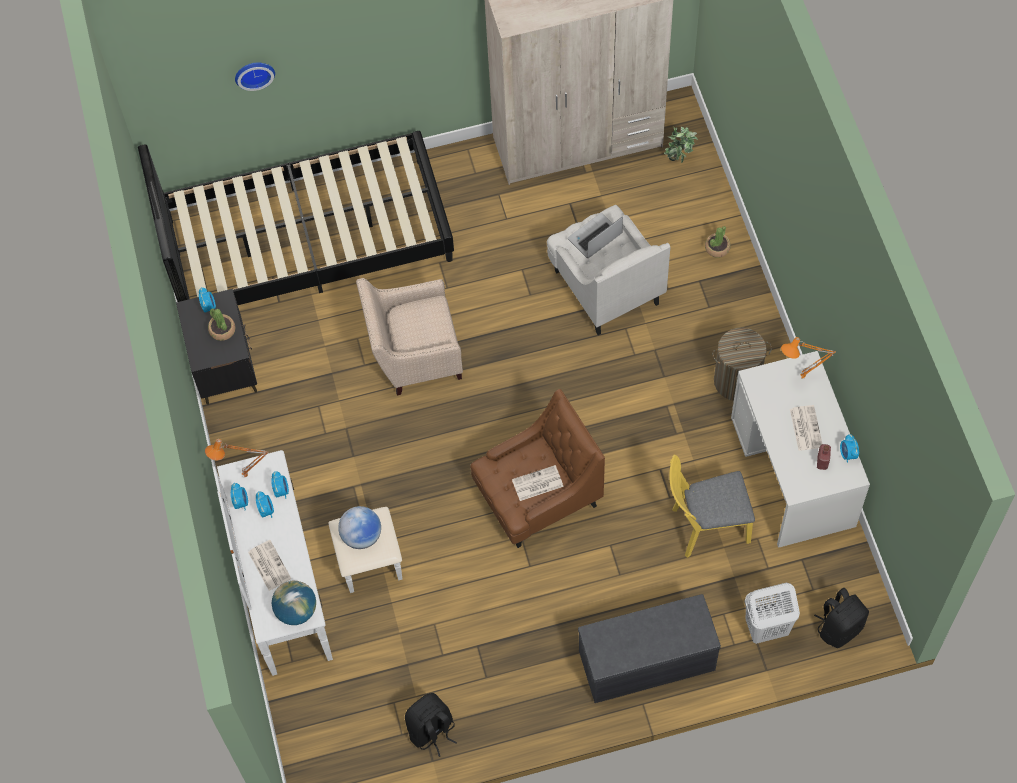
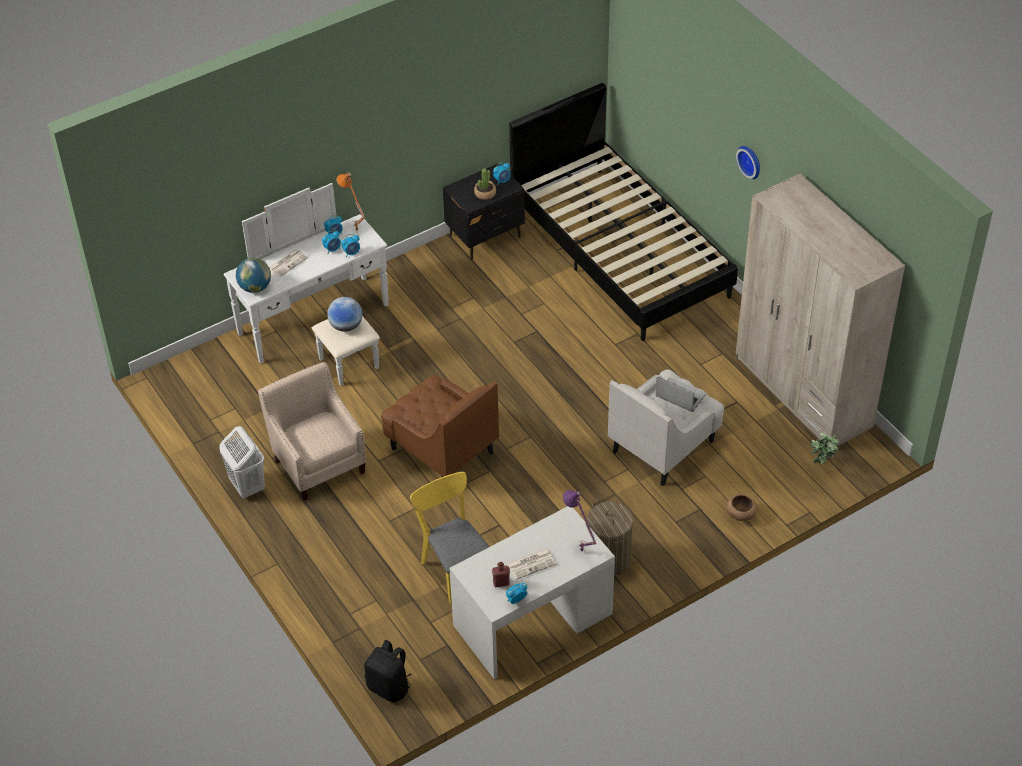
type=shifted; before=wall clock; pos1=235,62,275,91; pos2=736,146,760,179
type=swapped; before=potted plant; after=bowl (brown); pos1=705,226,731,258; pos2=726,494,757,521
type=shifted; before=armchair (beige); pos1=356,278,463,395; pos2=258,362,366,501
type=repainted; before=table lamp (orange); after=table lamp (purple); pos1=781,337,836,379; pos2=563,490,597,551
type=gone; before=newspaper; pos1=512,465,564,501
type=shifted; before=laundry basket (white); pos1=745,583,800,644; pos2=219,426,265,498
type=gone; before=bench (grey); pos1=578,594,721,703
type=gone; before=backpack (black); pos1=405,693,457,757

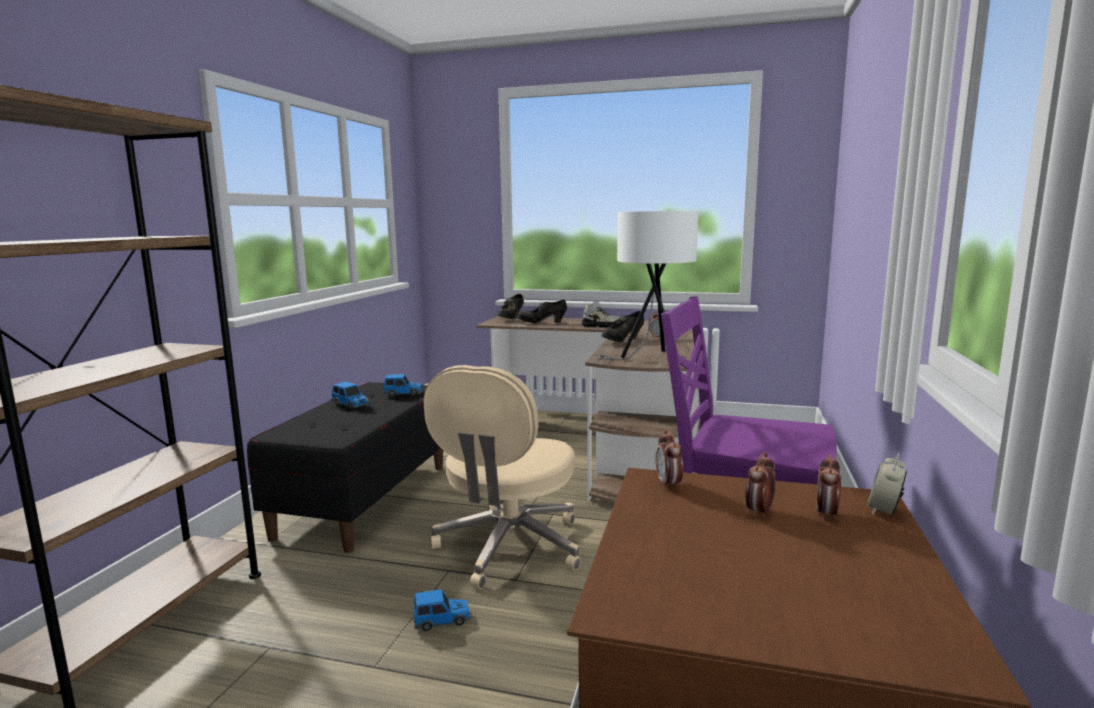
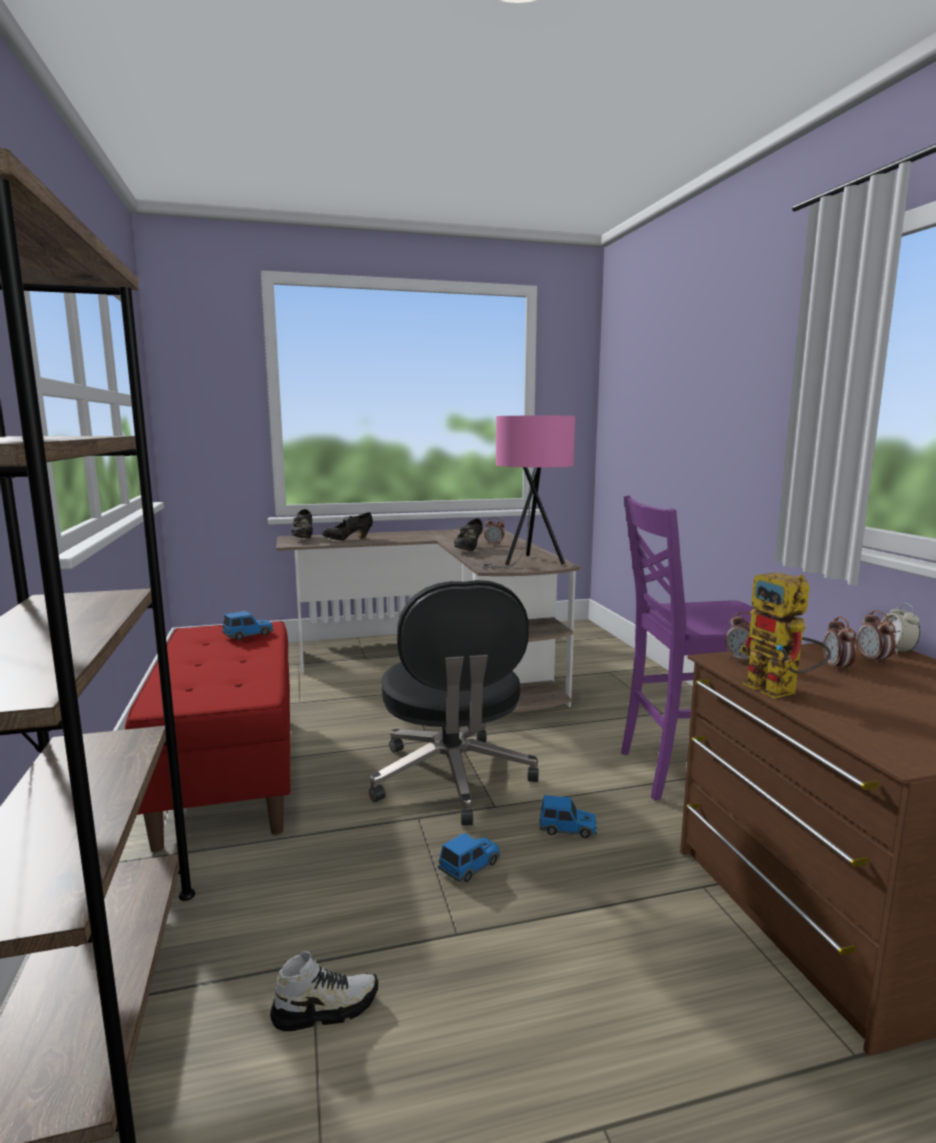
type=repainted; before=table lamp (white); after=table lamp (pink); pos1=598,211,698,360; pos2=481,416,575,568
type=shifted; before=shoe; pos1=581,300,620,328; pos2=270,951,378,1031
type=repainted; before=office chair (beige); after=office chair (black); pos1=423,365,581,589; pos2=369,580,539,825
type=repainted; before=bench (black); after=bench (red); pos1=247,382,443,552; pos2=125,621,290,852
type=shifted; before=toy car; pos1=331,382,370,409; pos2=539,795,597,838
type=new; after=toy robot; pos2=739,573,831,699

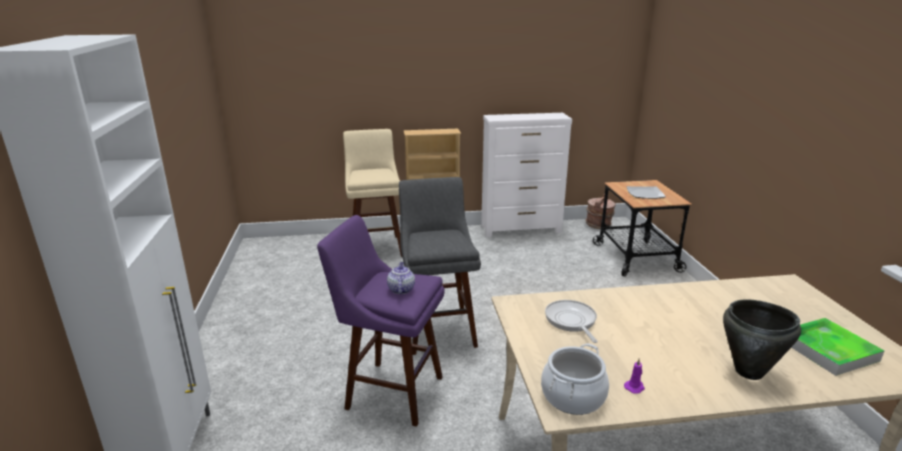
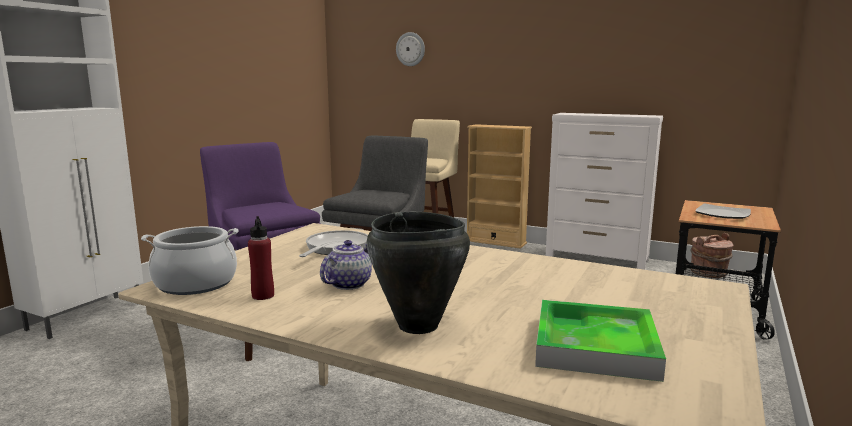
type=shifted; before=teapot; pos1=387,262,415,294; pos2=320,240,372,290
type=swapped; before=candle (purple); after=bottle (red); pos1=624,359,645,394; pos2=248,216,274,300
type=new; after=wall clock; pos2=396,32,425,66

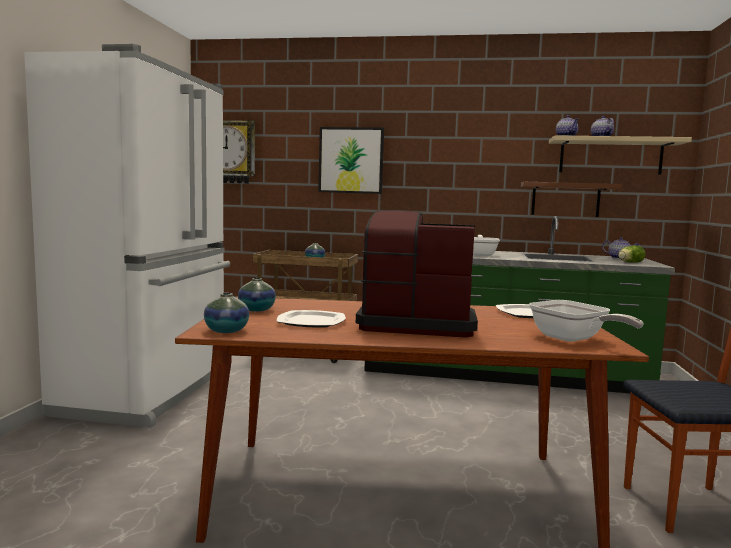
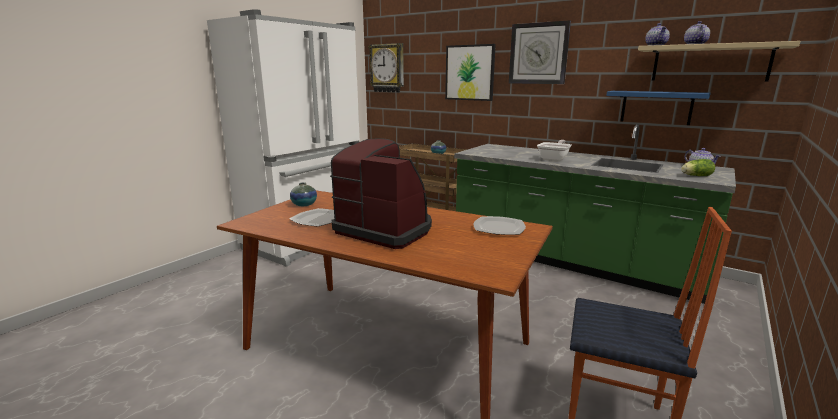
type=repainted; before=shelf (brown); after=shelf (blue); pos1=521,182,622,217; pos2=606,91,711,125
type=gone; before=vase; pos1=204,293,249,333
type=gone; before=frying pan; pos1=529,300,643,342
type=new; after=wall clock; pos2=509,20,571,84

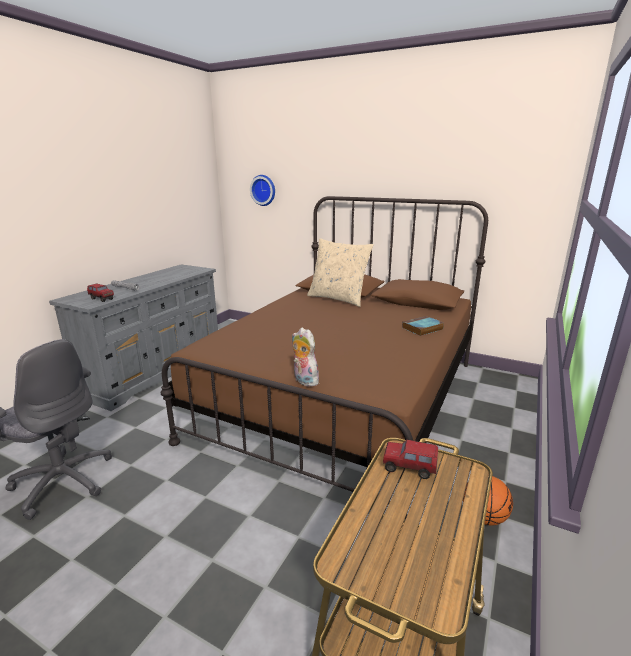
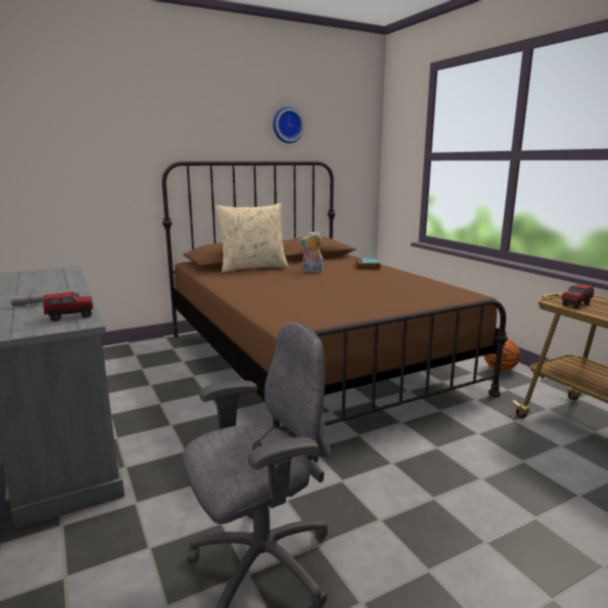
type=shifted; before=wall clock; pos1=250,175,275,206; pos2=273,107,304,143
type=shifted; before=plush toy; pos1=292,327,319,387; pos2=299,231,323,272

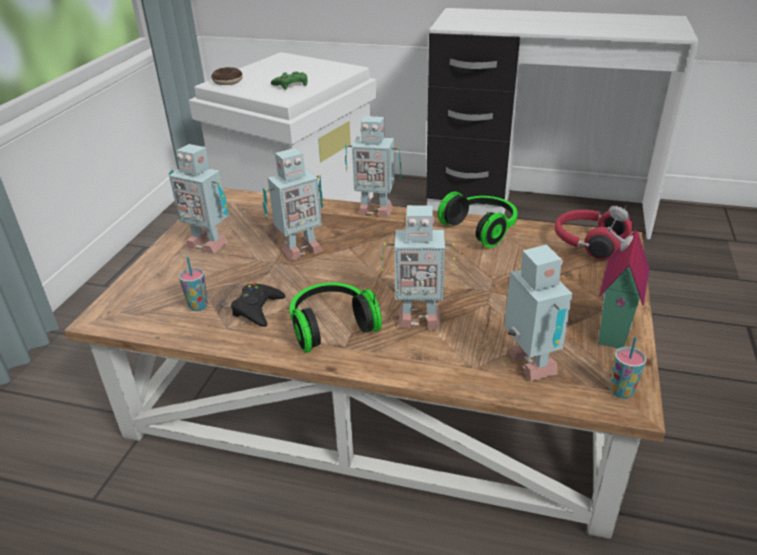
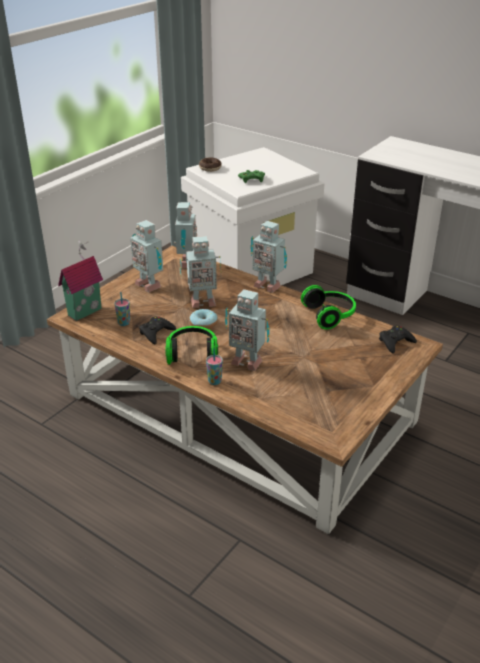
type=shifted; before=toy house; pos1=598,205,650,349; pos2=58,241,103,321
type=swapped; before=headphones (red); after=game controller (black); pos1=554,210,633,260; pos2=379,326,417,354
type=shifted; before=toy robot; pos1=504,244,573,381; pos2=174,202,197,269
type=shifted; before=cup; pos1=610,337,646,399; pos2=206,348,223,385
type=new; after=donut; pos2=189,309,218,329

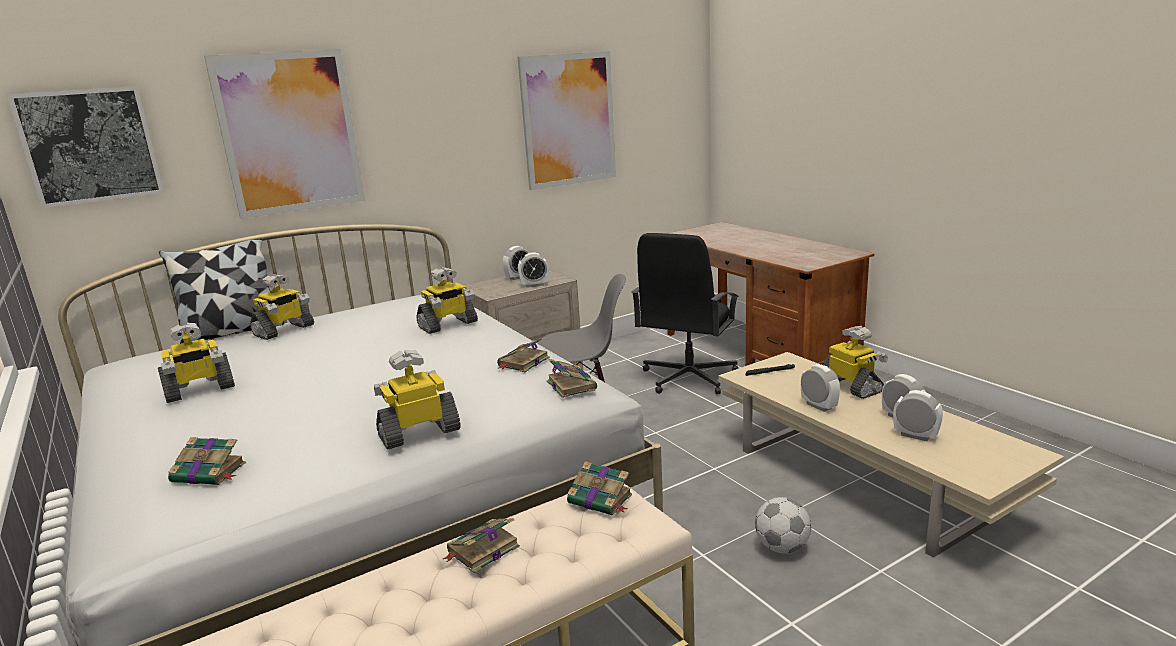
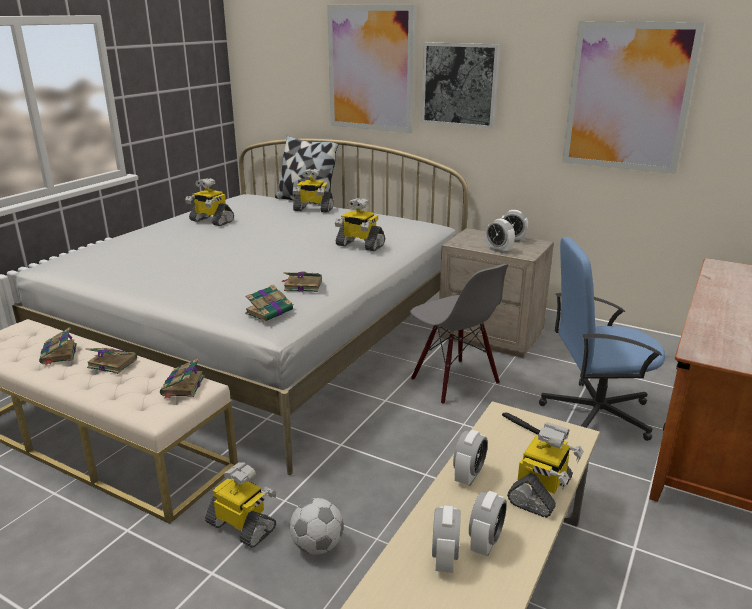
type=shifted; before=picture; pos1=7,86,164,208; pos2=422,42,500,129
type=repainted; before=office chair (black); after=office chair (blue); pos1=631,233,739,394; pos2=539,237,665,441
type=shifted; before=toy robot; pos1=374,350,461,450; pos2=205,462,276,547
type=shifted; before=book; pos1=168,437,246,485; pos2=39,327,77,365

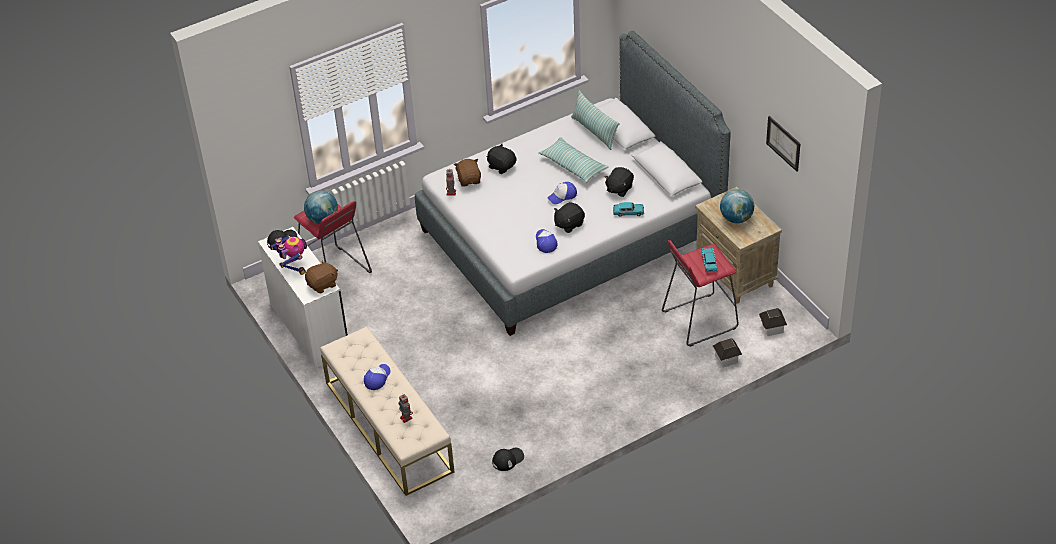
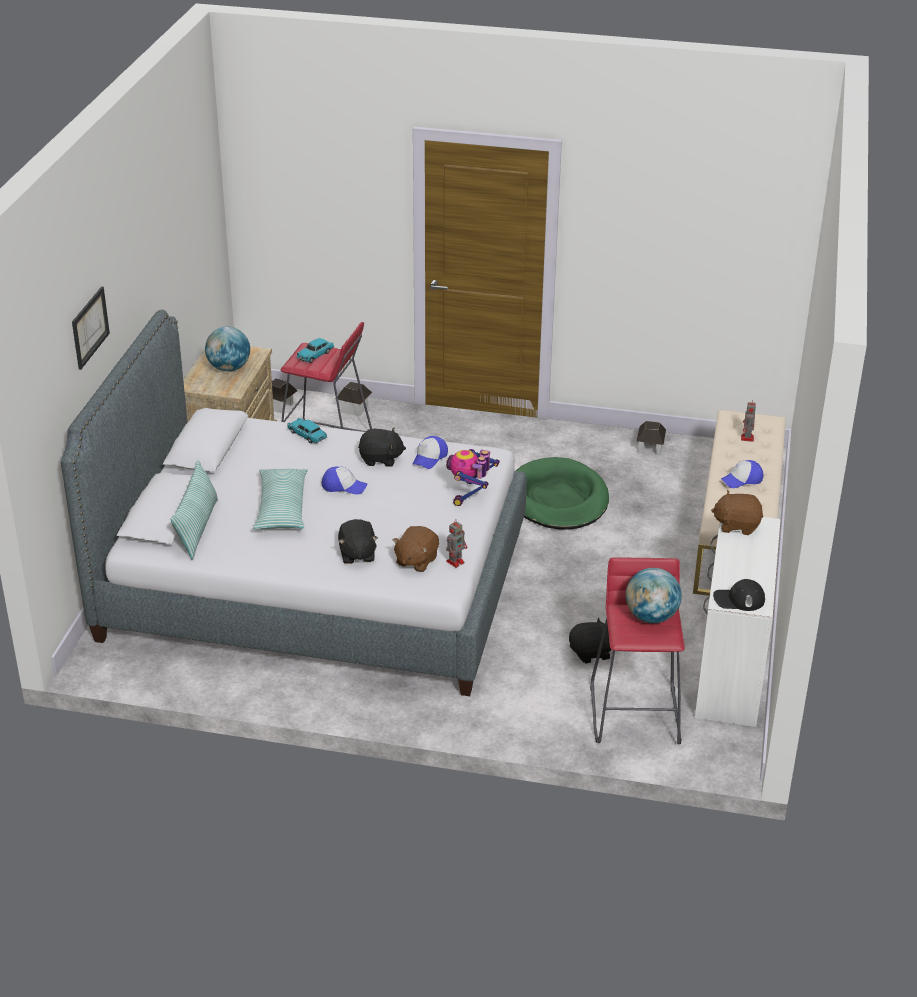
type=shifted; before=picture; pos1=766,116,800,172; pos2=72,287,110,370
type=shifted; before=plush toy (black); pos1=605,167,634,197; pos2=569,618,611,664
type=shifted; before=toy robot; pos1=269,235,307,275; pos2=446,449,500,506
type=swapped; before=cap (black); after=toy house; pos1=492,448,524,471; pos2=637,421,666,456
type=new; after=dog bed (green); pos2=516,457,609,530

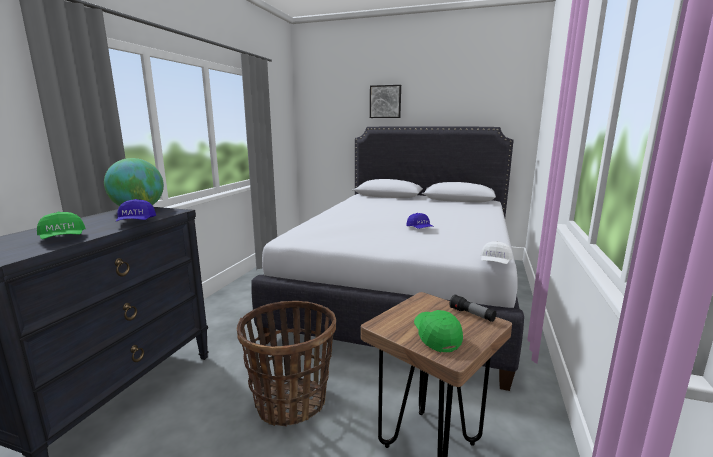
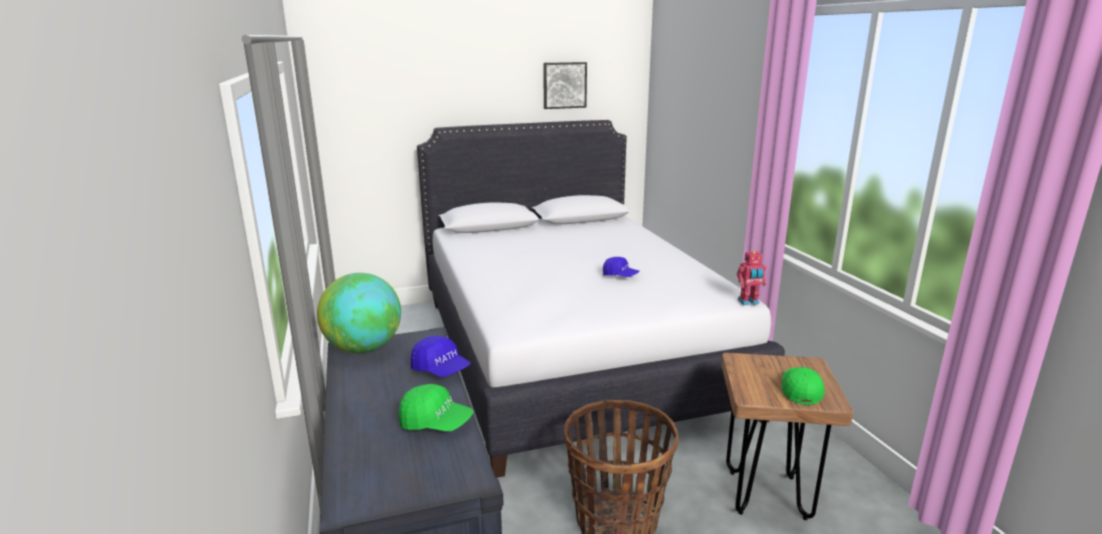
type=shifted; before=picture; pos1=370,85,401,118; pos2=543,62,587,109
type=swapped; before=cap (white); after=toy robot; pos1=481,241,513,264; pos2=737,250,766,305
type=gone; before=flashlight; pos1=449,294,497,322
type=rotated; before=cap (green); pos1=414,310,463,352; pos2=782,367,824,405; turn=60

